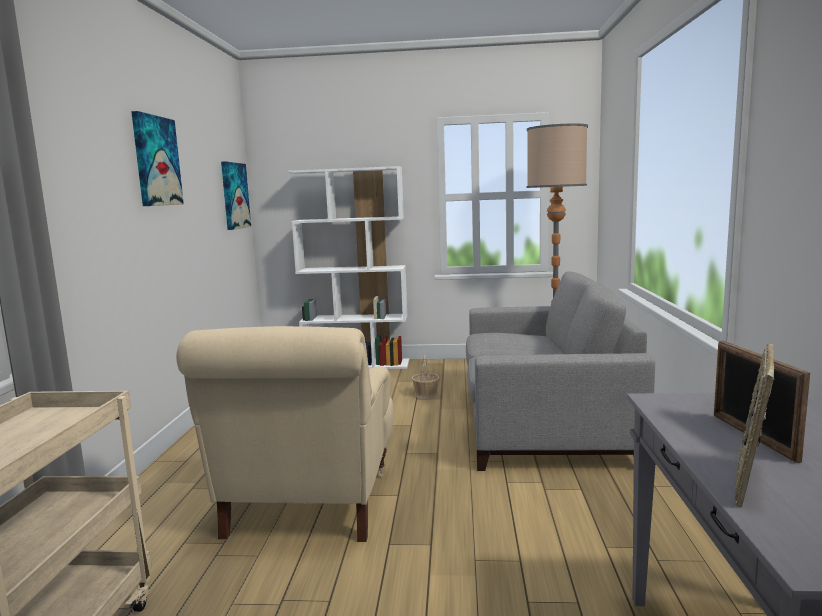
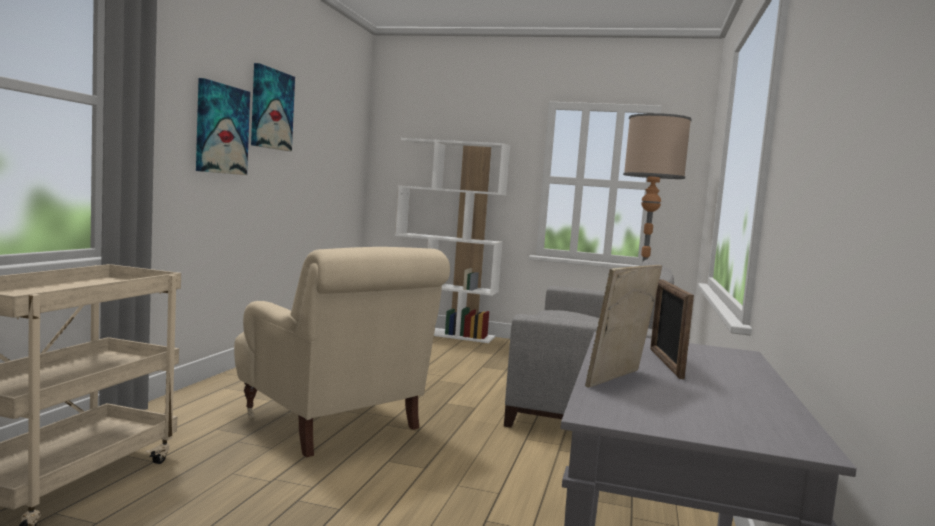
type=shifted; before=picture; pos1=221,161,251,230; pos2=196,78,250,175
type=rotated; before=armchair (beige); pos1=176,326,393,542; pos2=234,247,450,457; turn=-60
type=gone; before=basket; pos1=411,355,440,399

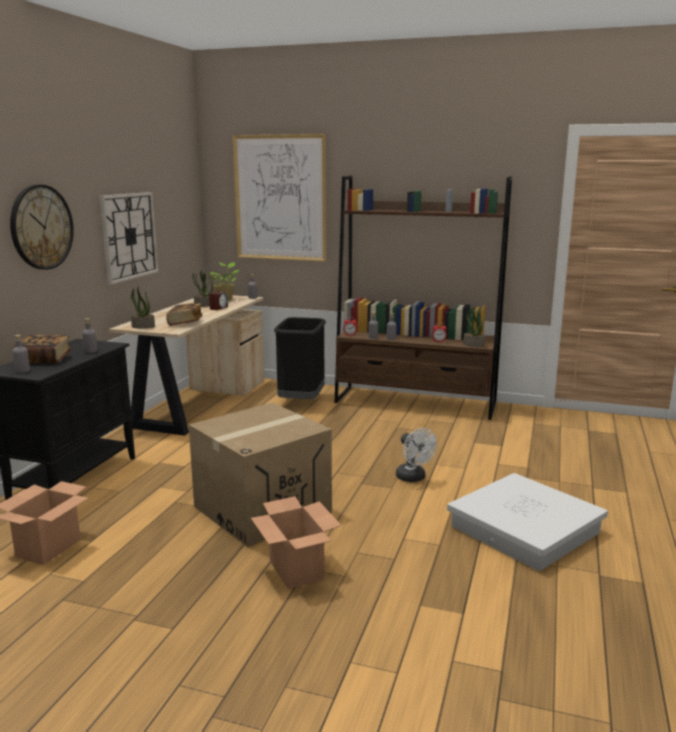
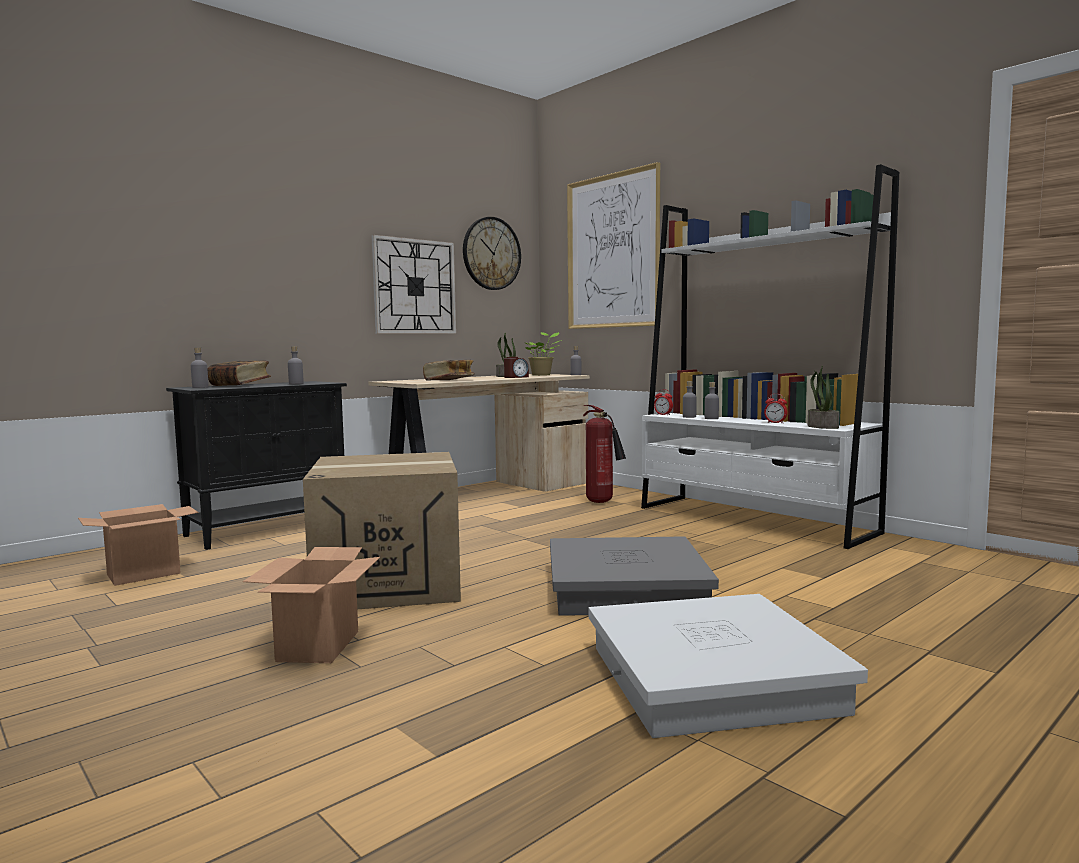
type=repainted; before=bookcase (brown); after=bookcase (white); pos1=335,176,512,420; pos2=641,164,899,549
type=shifted; before=wall clock; pos1=10,184,74,270; pos2=463,217,521,290
type=gone; before=potted plant; pos1=131,285,155,329
type=swapped; before=trash can (black); after=fire extinguisher; pos1=274,317,326,399; pos2=583,405,626,503
type=swapped; before=fan (white); after=storage box (grey); pos1=396,428,437,482; pos2=550,537,719,616

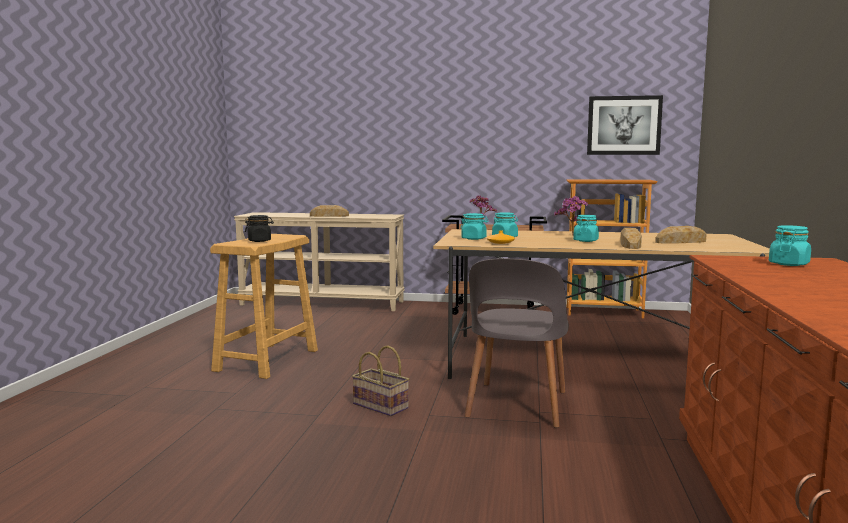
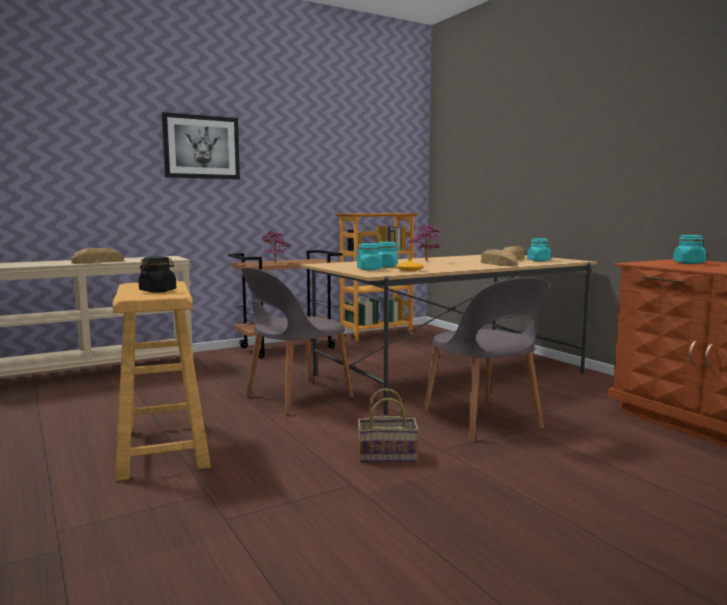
type=shifted; before=picture; pos1=587,95,663,155; pos2=162,112,240,179
type=shifted; before=jar (turquoise); pos1=573,215,599,242; pos2=527,238,551,261
type=new; after=chair (grey); pos2=241,267,354,416

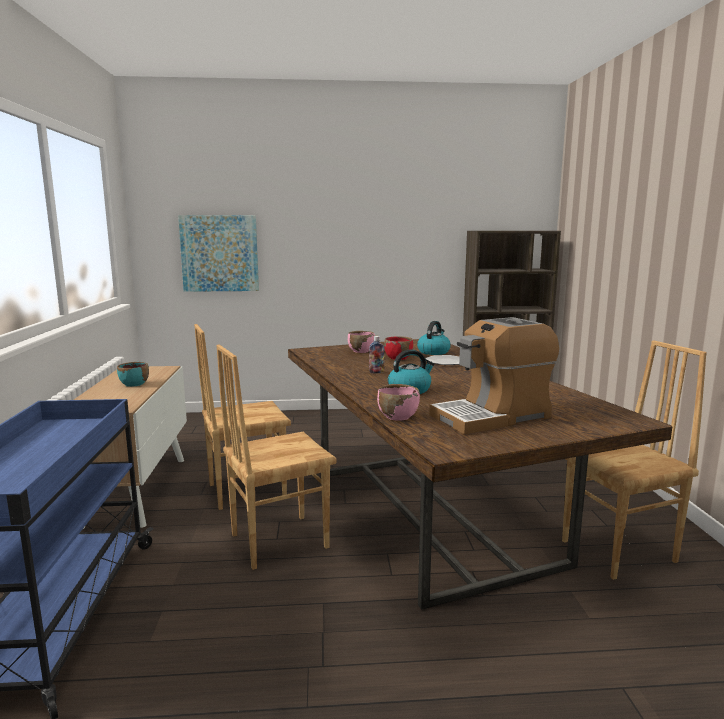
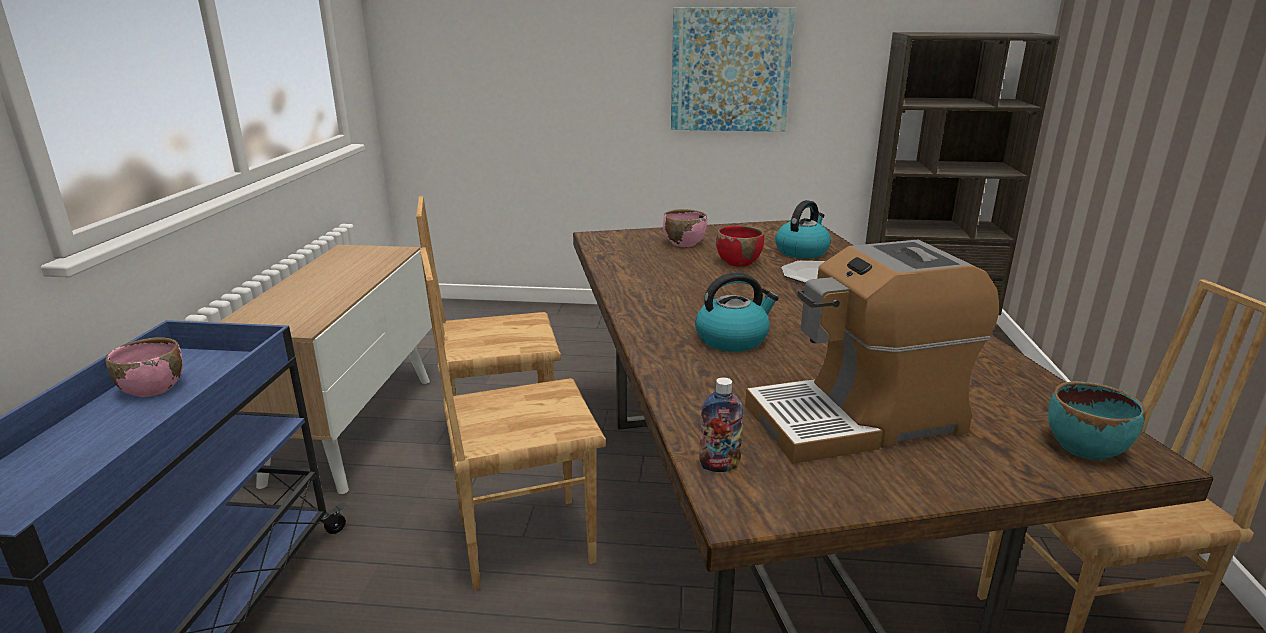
type=shifted; before=picture; pos1=178,215,259,292; pos2=671,7,795,132
type=shifted; before=bottle; pos1=369,336,385,373; pos2=699,377,744,472
type=shifted; before=bowl (turquoise); pos1=117,362,149,387; pos2=1048,381,1146,460
type=shifted; before=bowl (pink); pos1=377,384,420,421; pos2=106,337,183,397

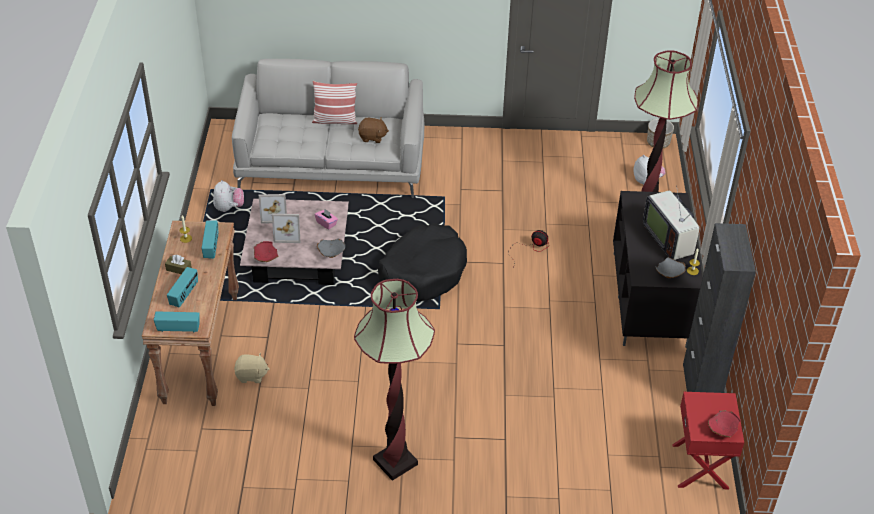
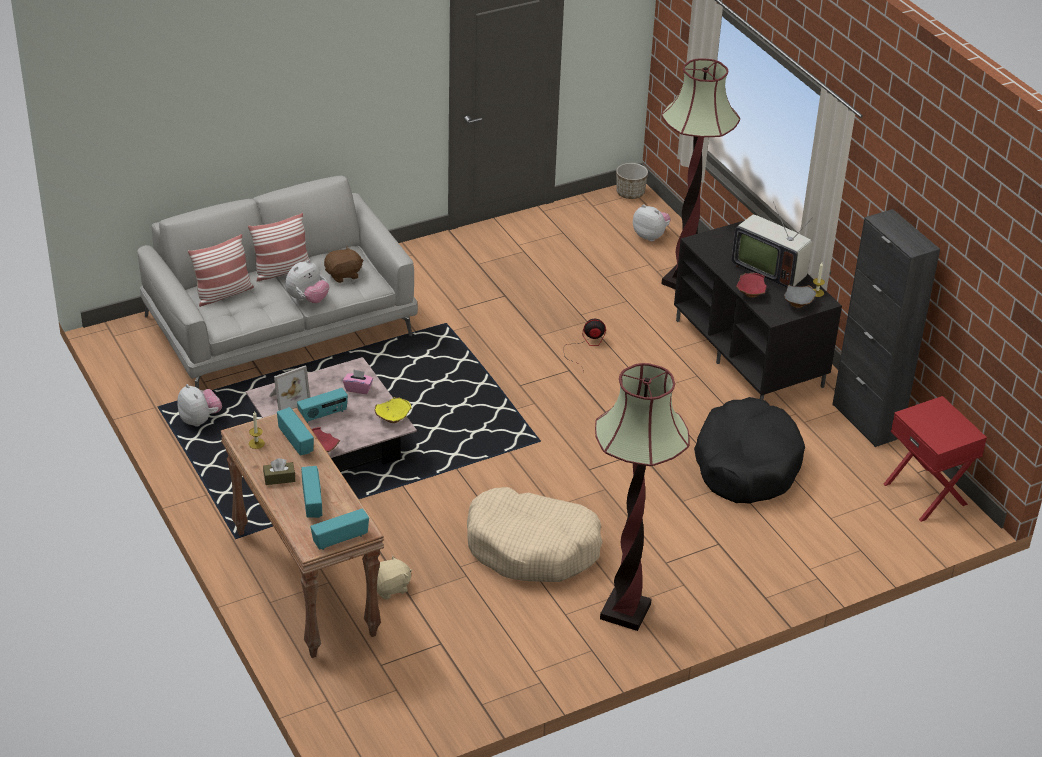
type=swapped; before=picture frame; after=radio; pos1=272,214,300,243; pos2=297,388,348,423
type=shifted; before=dog bed (black); pos1=378,223,467,301; pos2=694,397,805,503
type=repainted; before=bowl (grey); after=bowl (yellow); pos1=317,238,345,258; pos2=375,397,412,423
type=shifted; before=bowl (red); pos1=708,410,741,437; pos2=736,272,767,298
type=new; after=pillow; pos2=188,234,254,307
type=new; after=plush toy; pos2=285,259,329,303
type=new; after=dog bed (beige); pos2=467,487,602,582

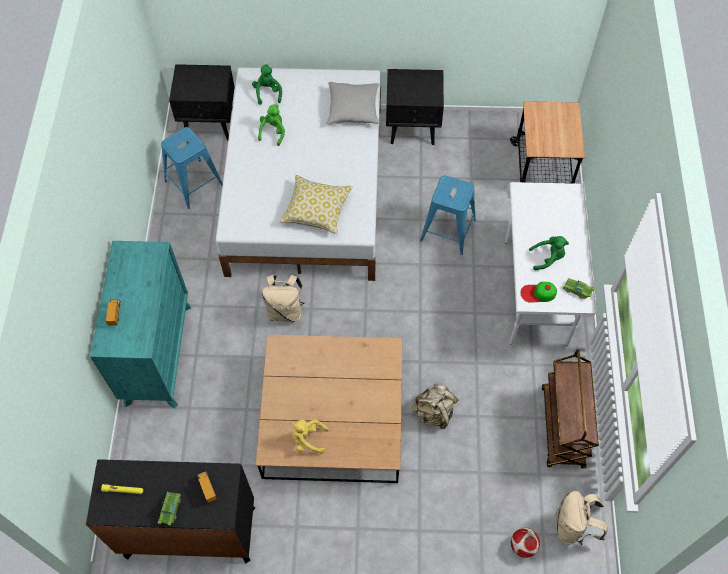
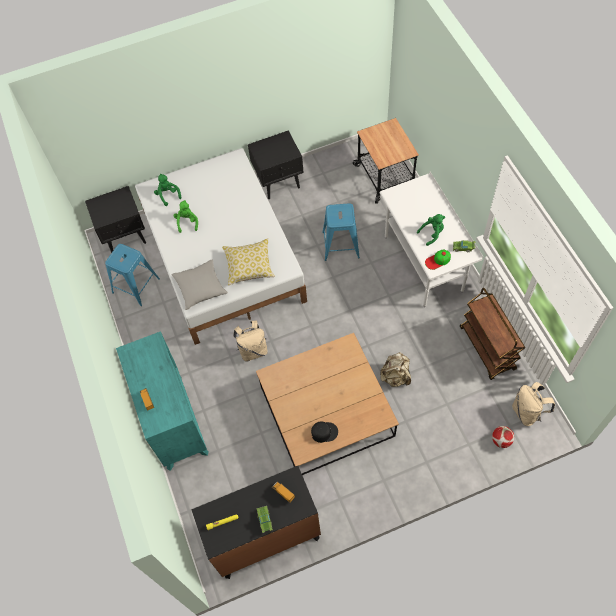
type=shifted; before=pillow (grey); pos1=327,82,380,124; pos2=171,259,228,310
type=swapped; before=plush toy (yellow); after=cap (black); pos1=292,419,329,454; pos2=311,421,338,443

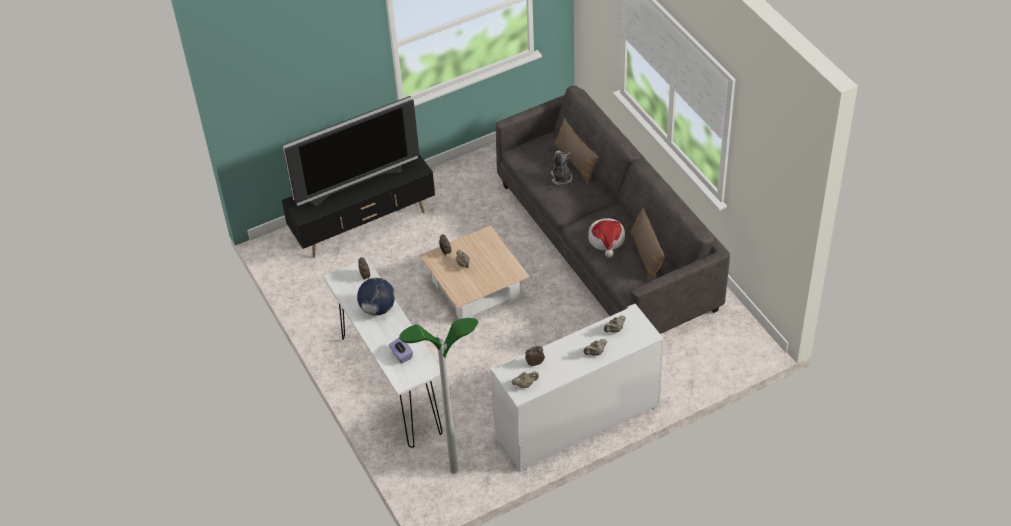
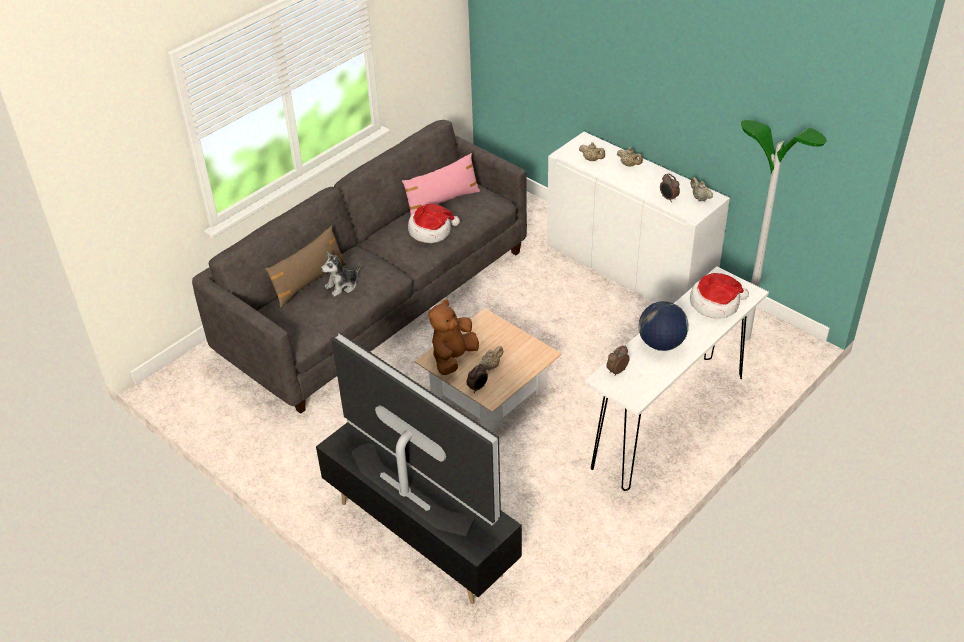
type=repainted; before=pillow (brown); after=pillow (pink); pos1=630,207,665,281; pos2=402,153,480,217
type=swapped; before=tissue box (purple); after=hat; pos1=389,338,413,364; pos2=690,273,749,319
type=new; after=plush toy (brown); pos2=428,299,479,375

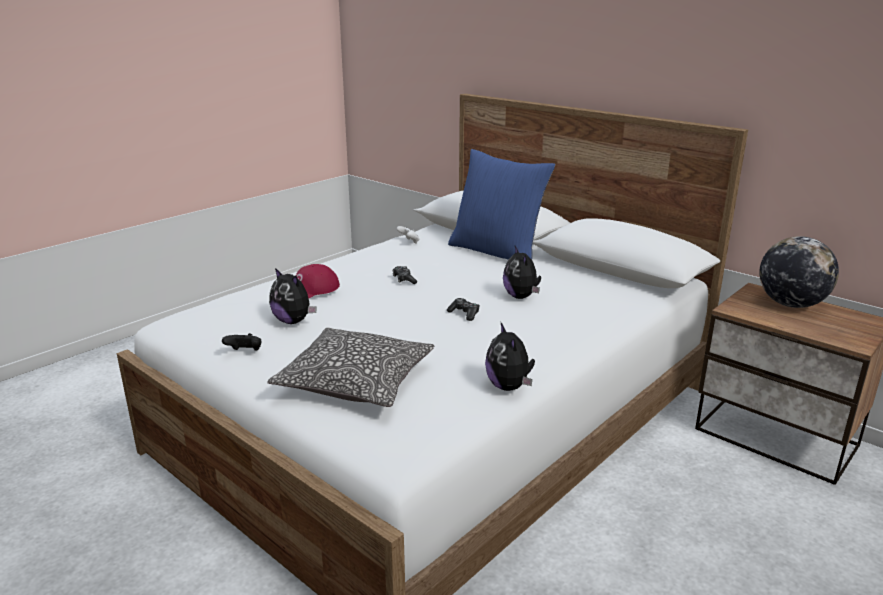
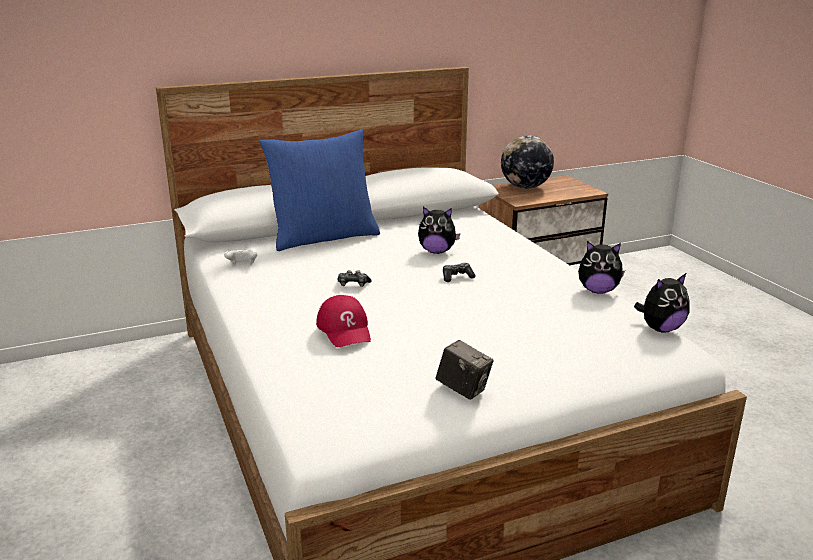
type=shifted; before=plush toy; pos1=269,268,316,324; pos2=634,273,690,333
type=gone; before=pillow; pos1=267,327,434,407
type=swapped; before=game controller (black); after=photo camera; pos1=222,333,262,351; pos2=436,340,494,400

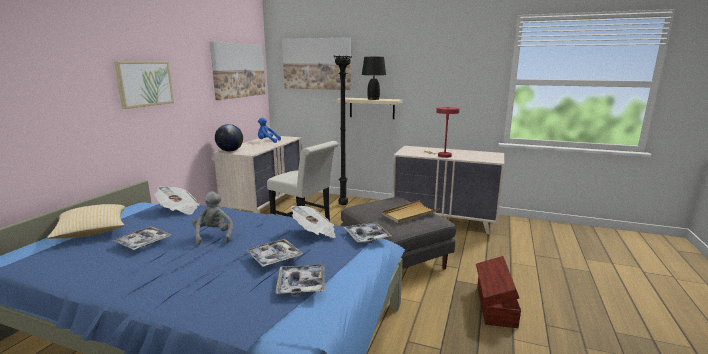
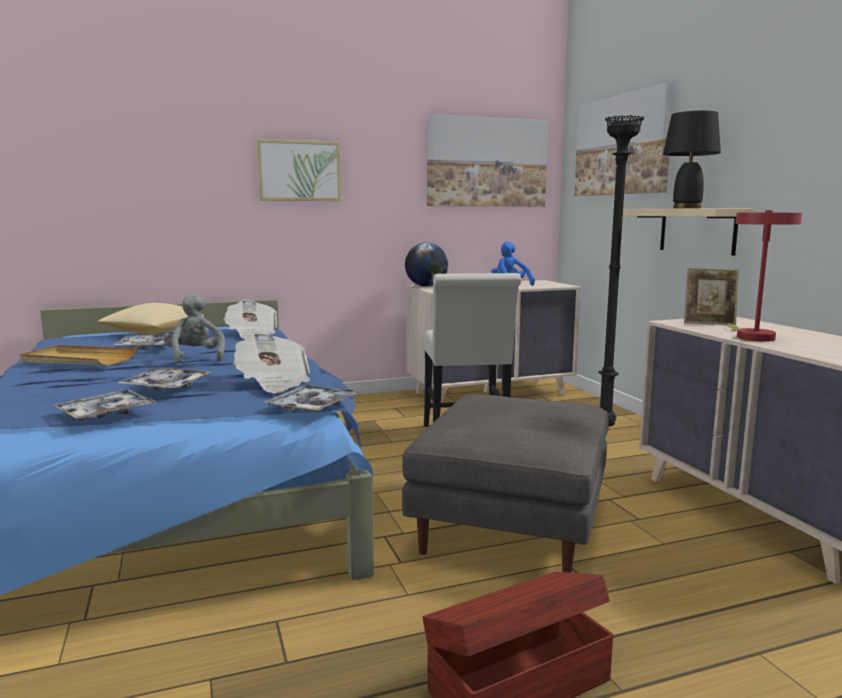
type=rotated; before=plush toy (grey); pos1=192,191,233,245; pos2=163,294,225,363; turn=-60
type=shifted; before=tray (beige); pos1=382,200,440,224; pos2=20,345,137,366
type=new; after=picture frame; pos2=684,268,739,326

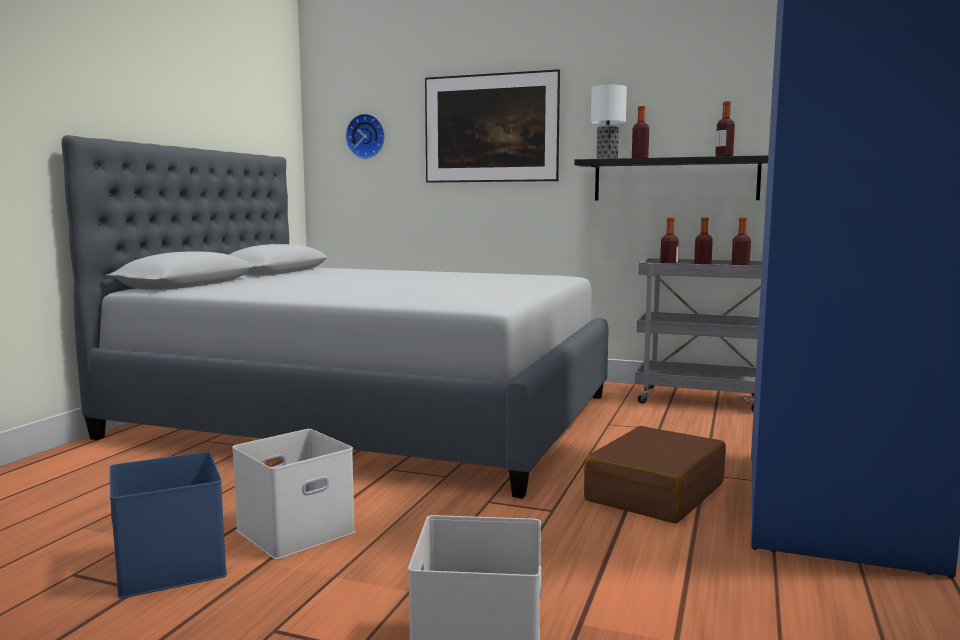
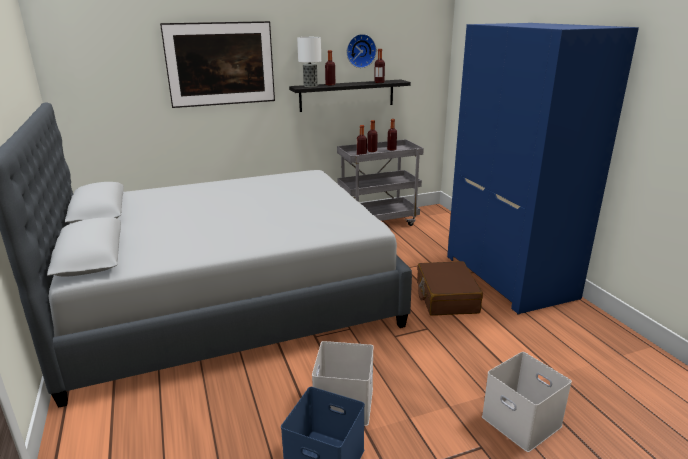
type=shifted; before=wall clock; pos1=345,113,385,159; pos2=347,34,377,68

